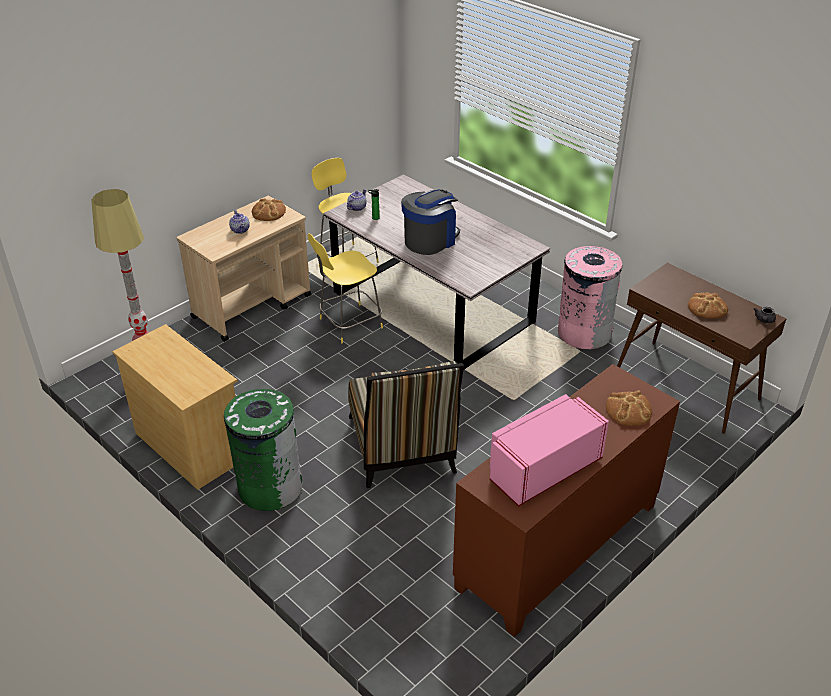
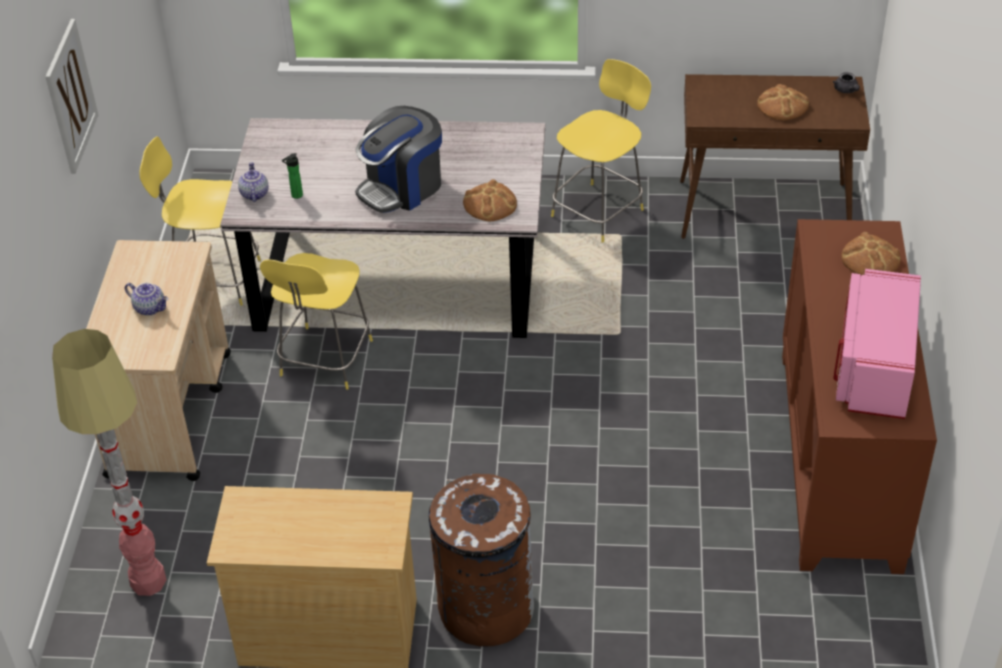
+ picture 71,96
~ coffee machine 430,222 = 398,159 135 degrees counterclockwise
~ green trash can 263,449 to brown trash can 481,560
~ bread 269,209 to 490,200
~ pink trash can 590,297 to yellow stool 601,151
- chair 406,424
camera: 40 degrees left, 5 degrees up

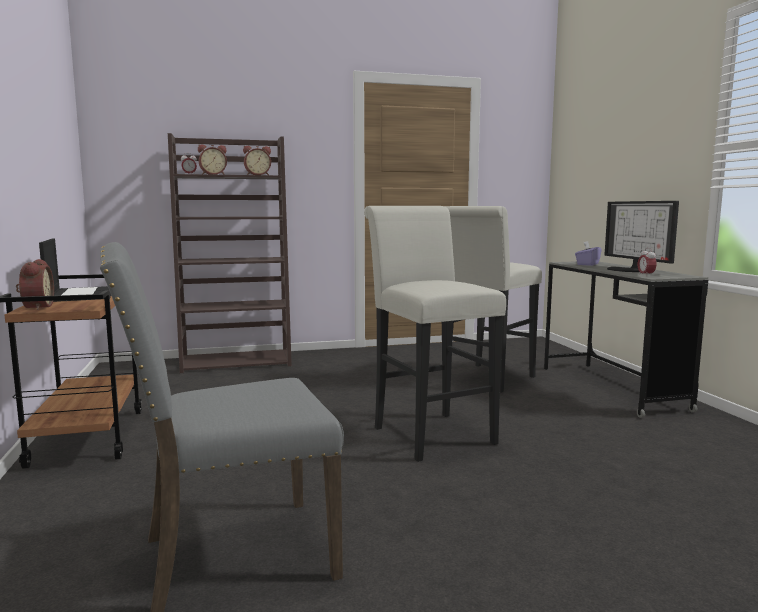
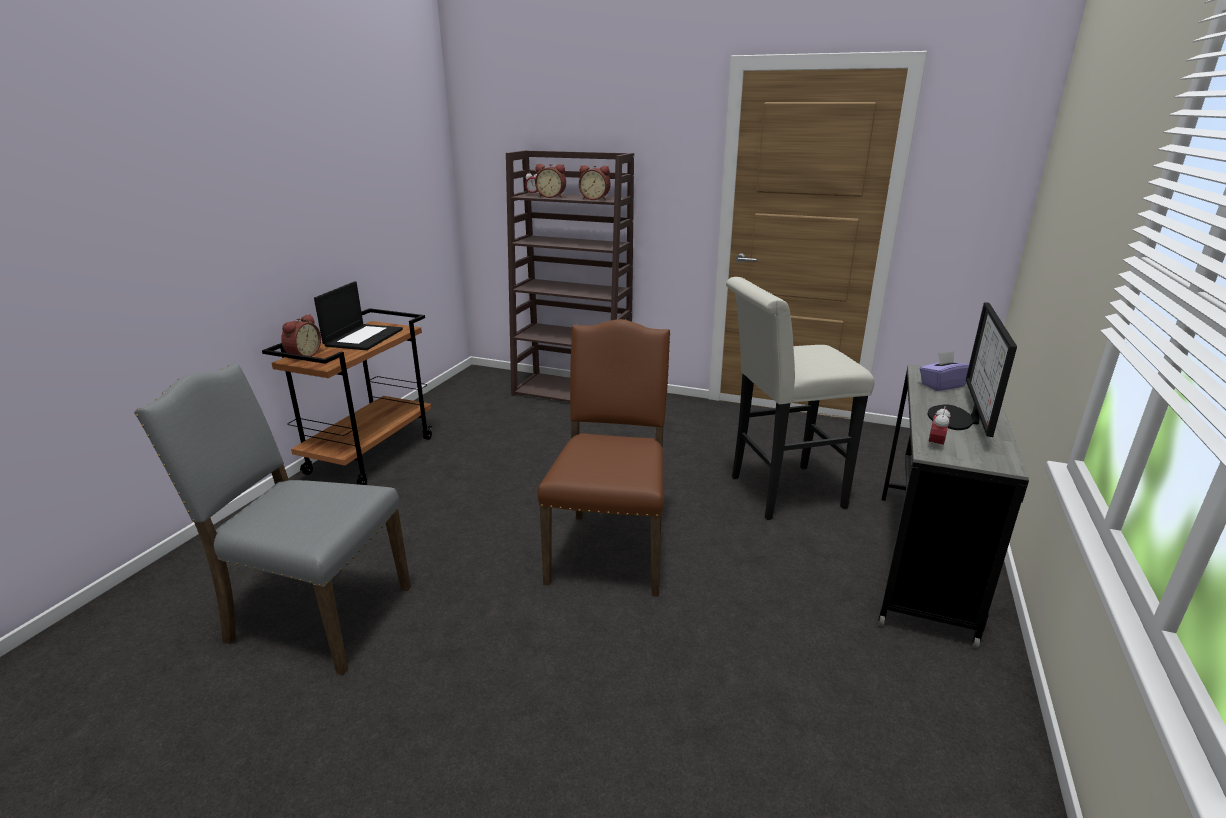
~ white stool 435,334 to brown chair 603,458
camera: 35 degrees right, 15 degrees up

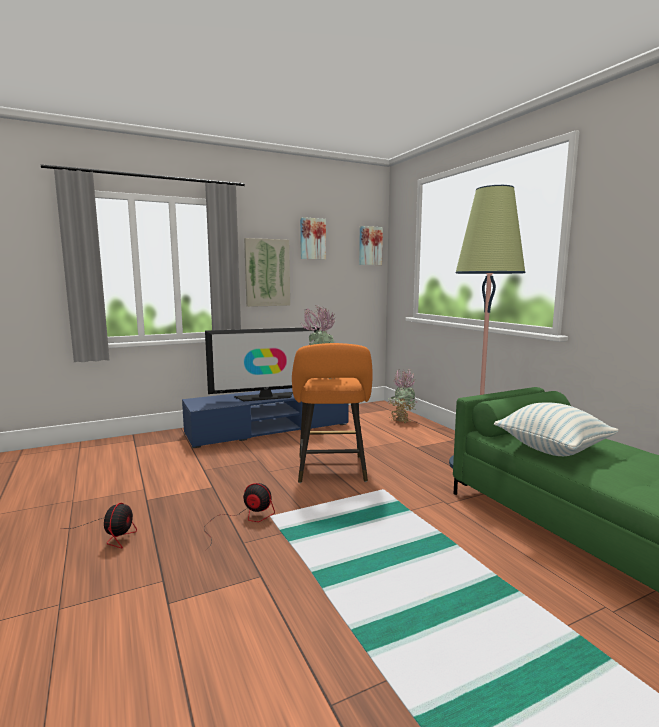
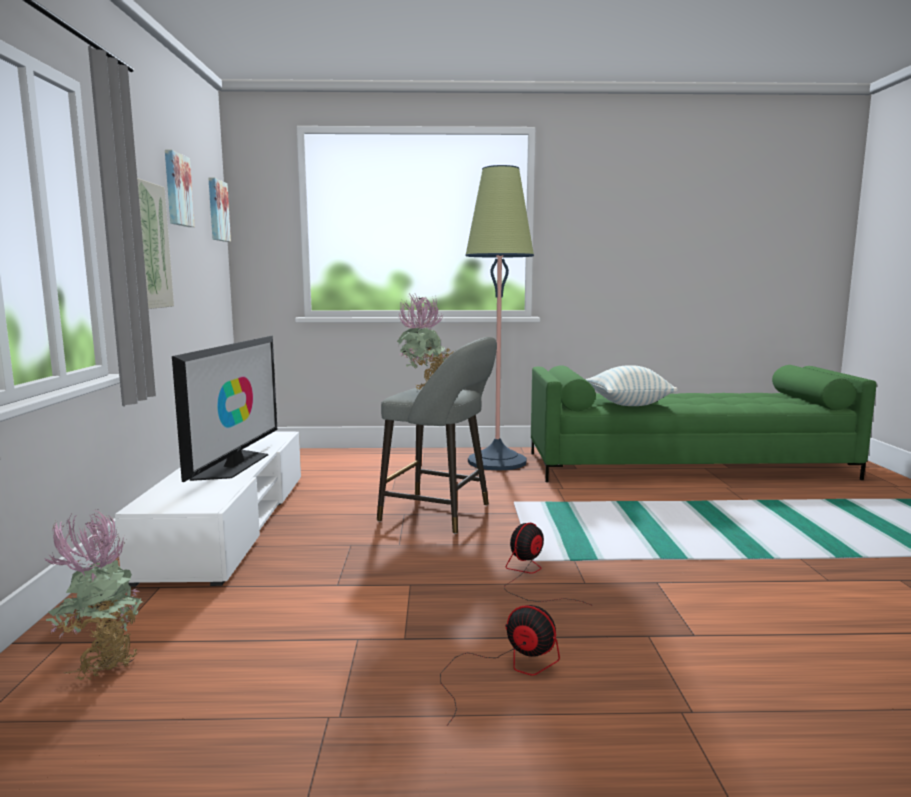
~ potted plant 402,396 to 94,594
~ blue tv stand 265,418 to white tv stand 208,509
~ orange stool 332,413 to grey stool 437,435
camera: 65 degrees left, 0 degrees up

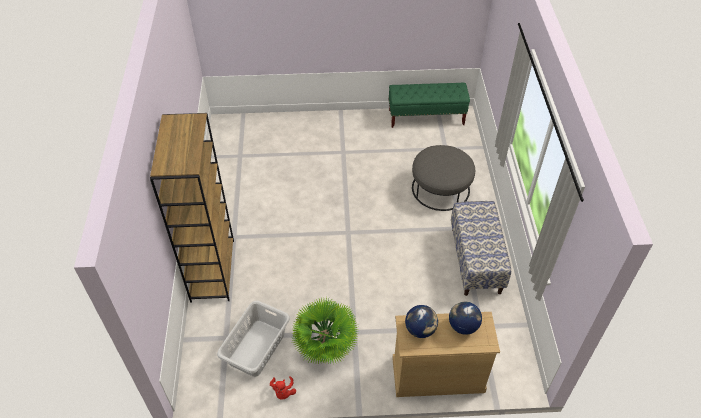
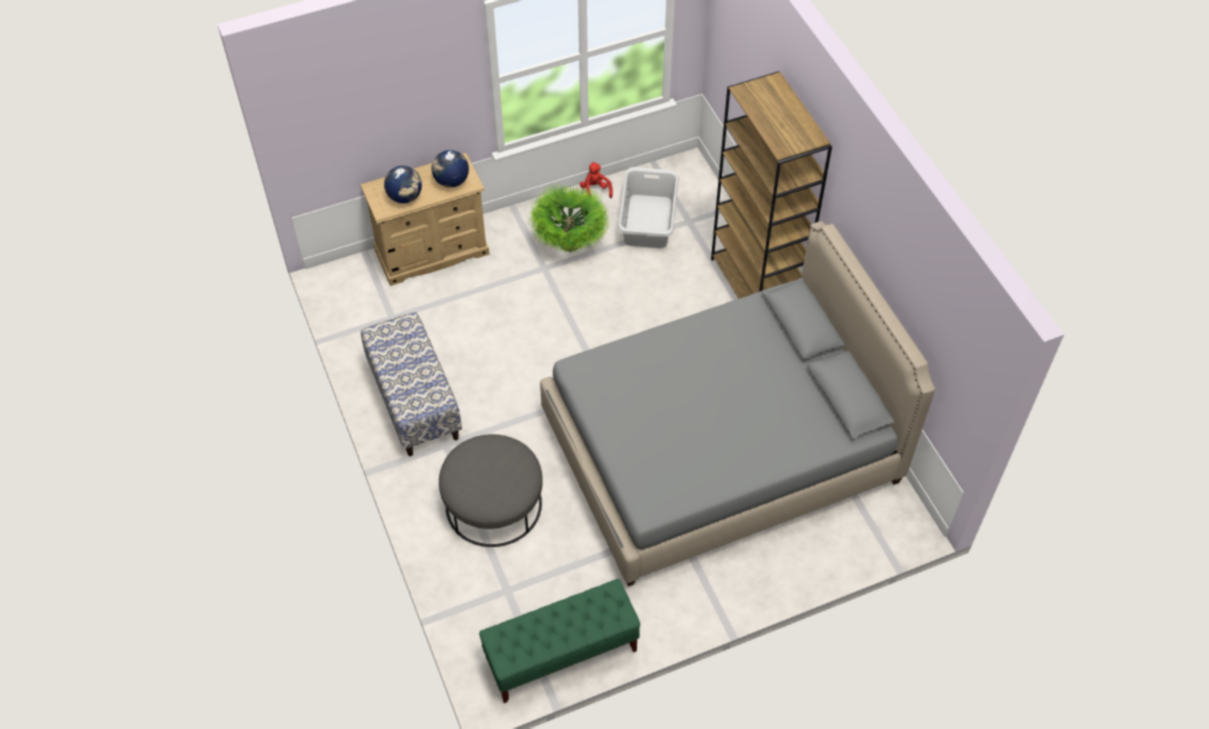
+ grey bed 737,404
camera: 160 degrees right, 5 degrees up

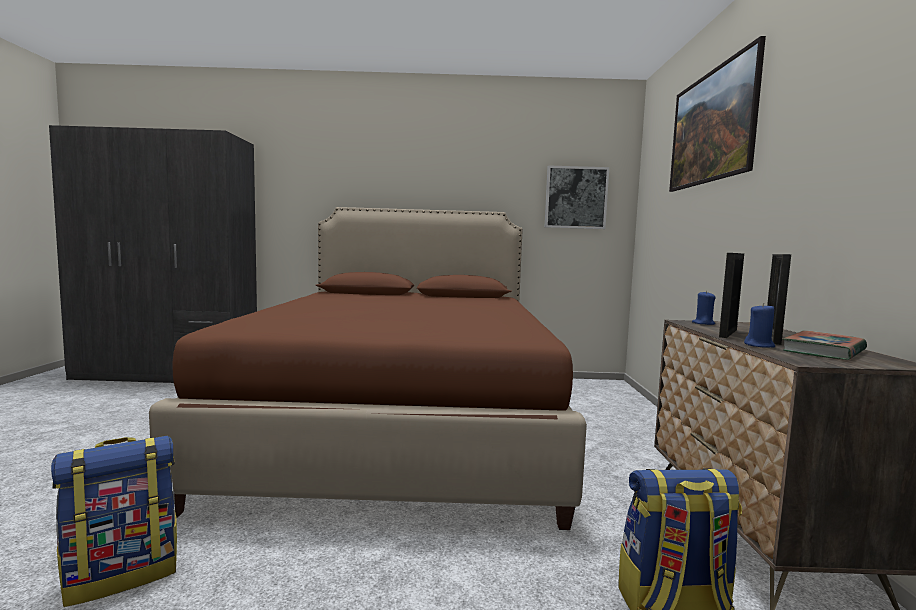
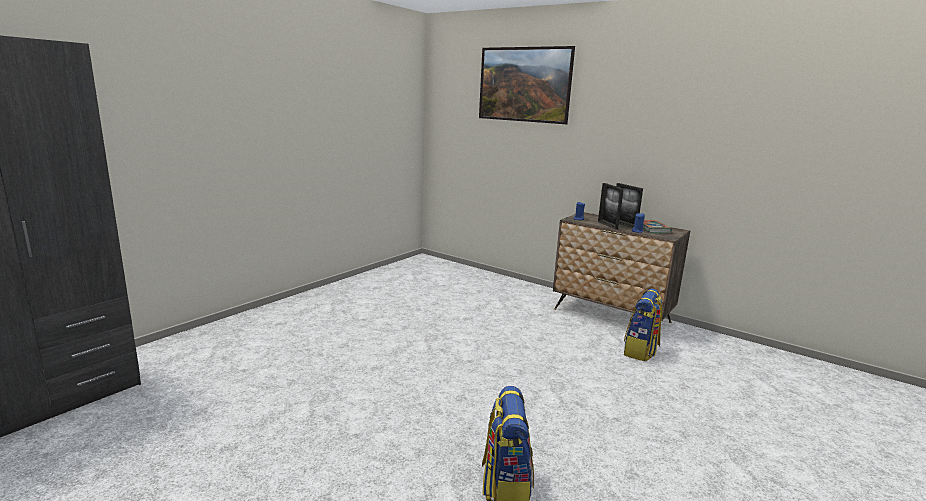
- brown bed 368,368
- picture 577,197
camera: 55 degrees left, 10 degrees up

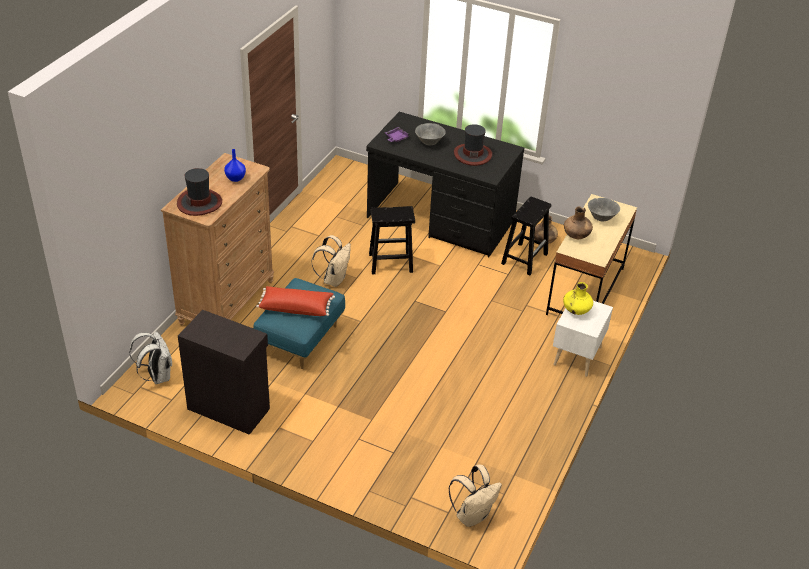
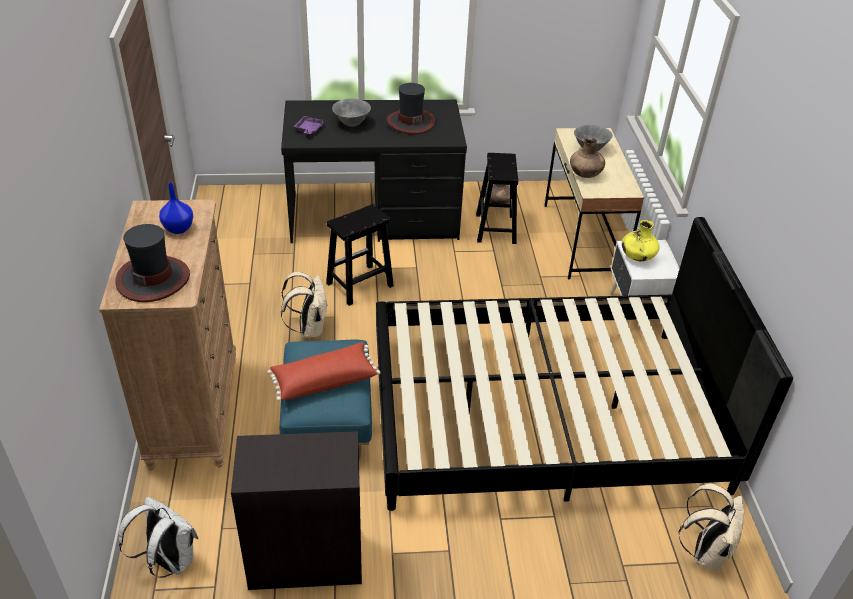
+ black bed 584,364
camera: 30 degrees left, 0 degrees up

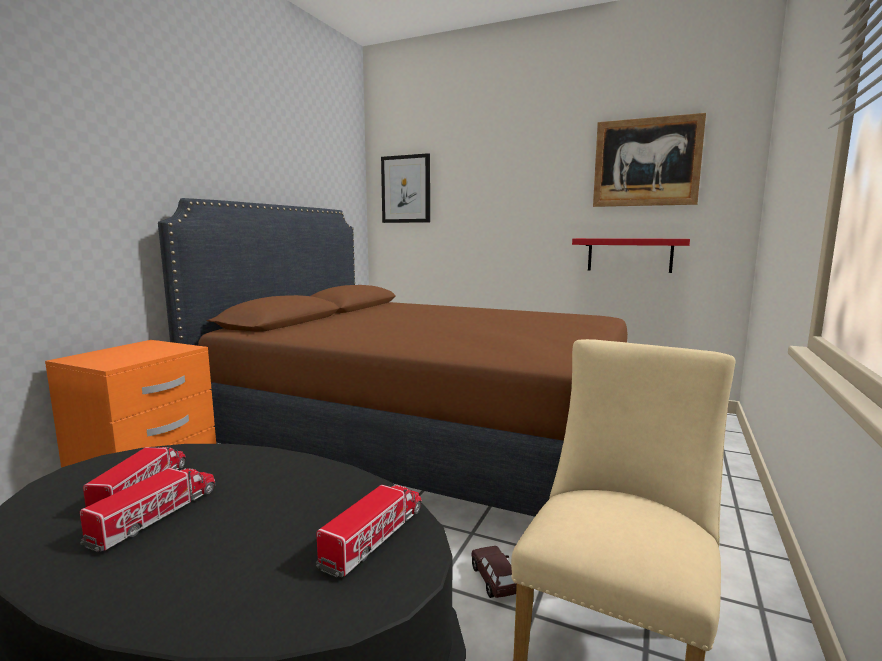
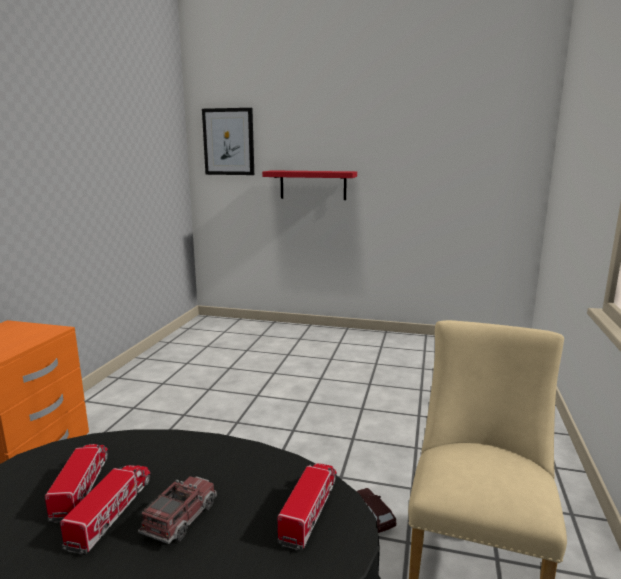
+ toy truck 177,510
~ red shelf 631,255 to 309,185
- brown bed 393,357
- picture 649,160
camera: 10 degrees left, 5 degrees up

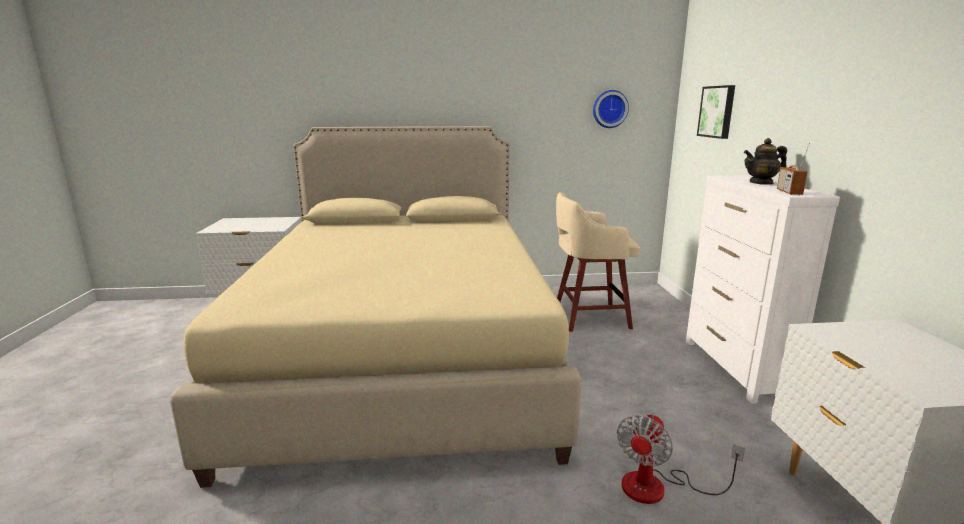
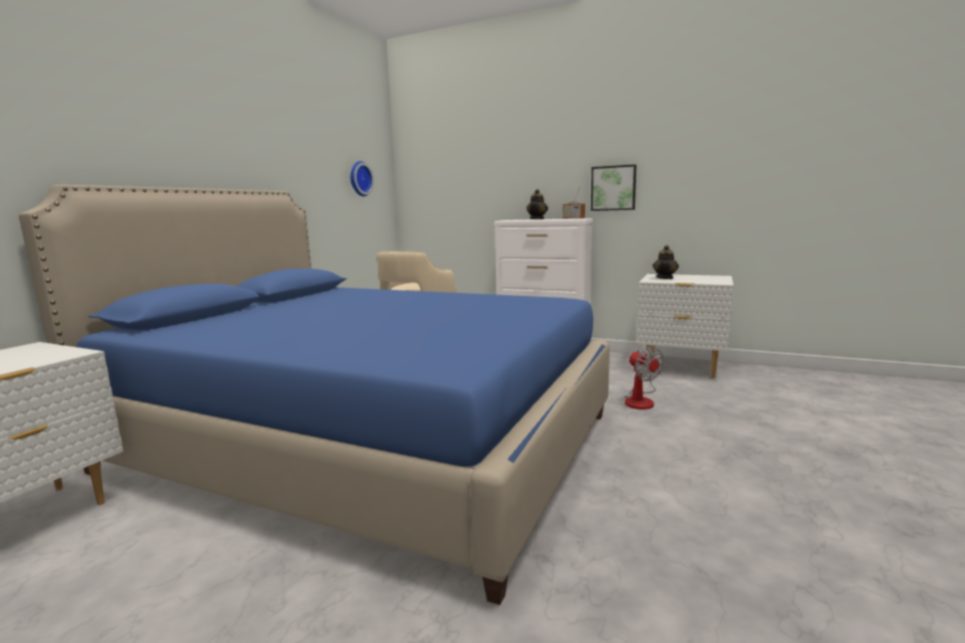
~ beige bed 376,307 to blue bed 314,395
~ picture 716,112 to 613,187
+ teapot 666,262
camera: 60 degrees left, 5 degrees down

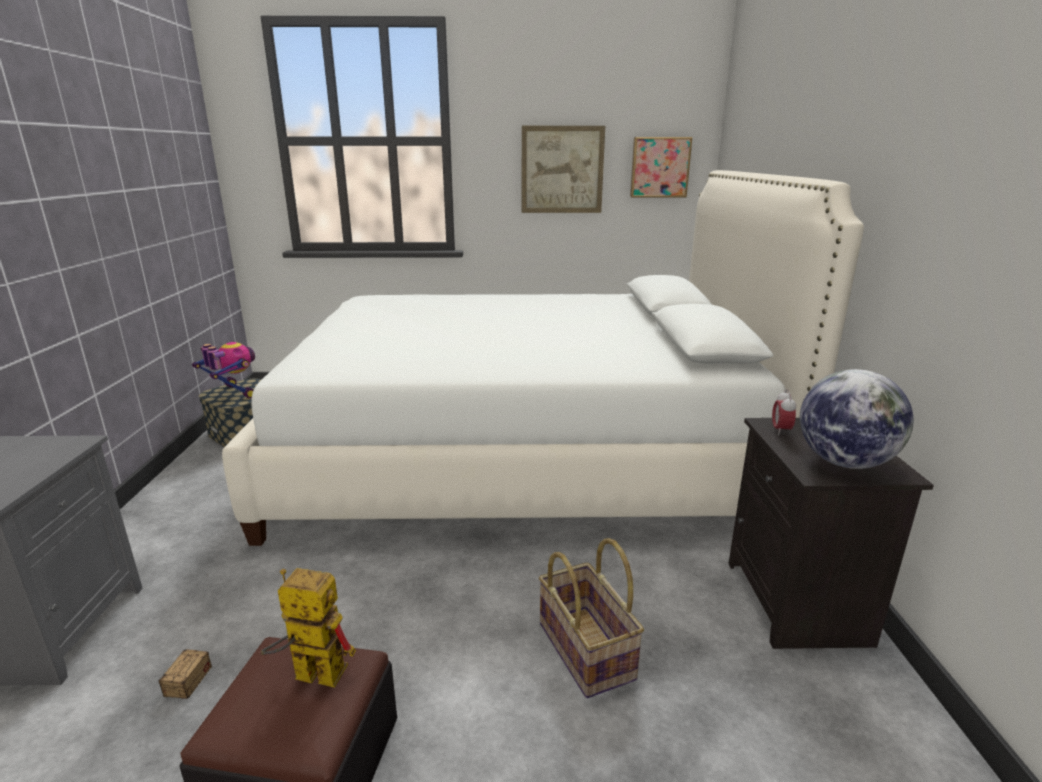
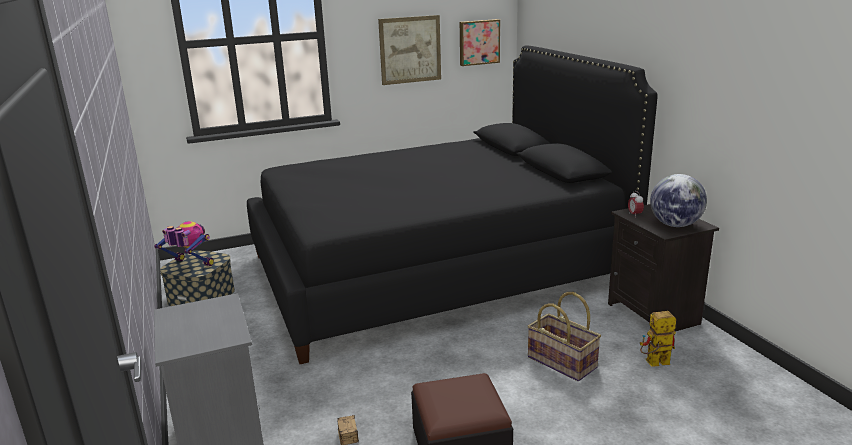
~ white bed 543,358 to black bed 452,205
~ toy robot 308,628 to 658,339
camera: 20 degrees left, 0 degrees up

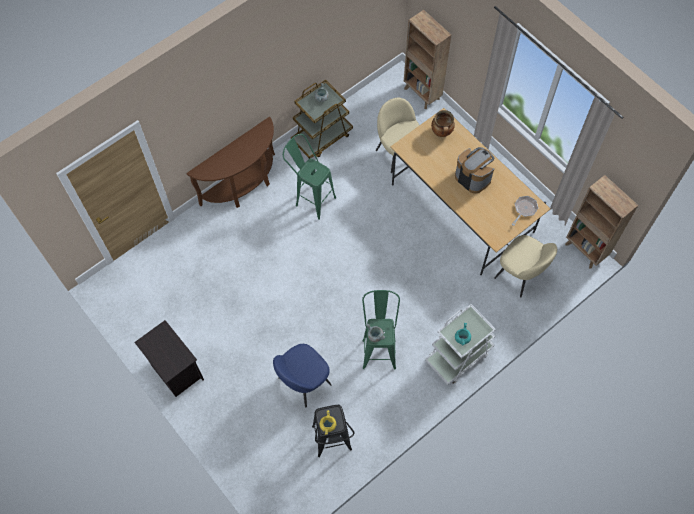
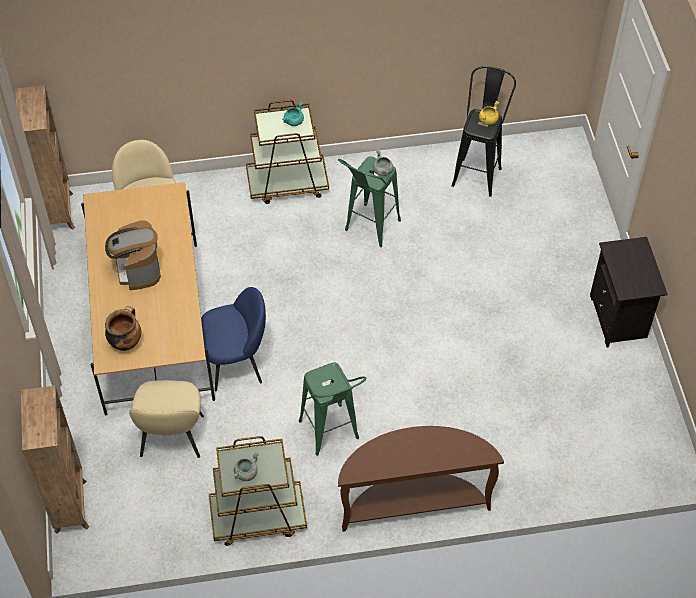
~ blue chair 302,375 to 233,339
~ white cart 460,344 to brown cart 287,152
- frying pan 525,211
camera: 150 degrees left, 10 degrees down

